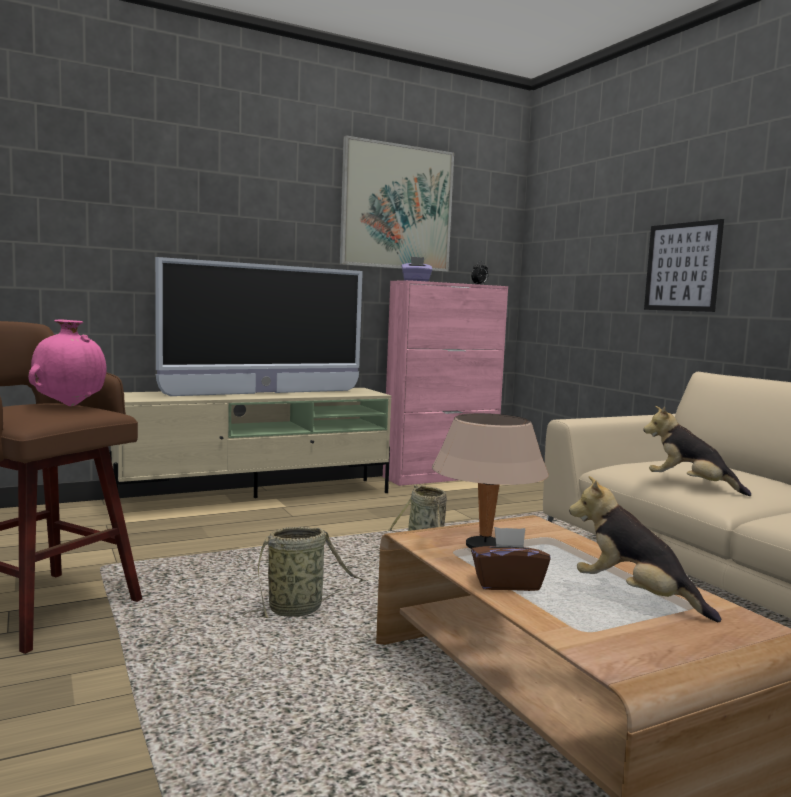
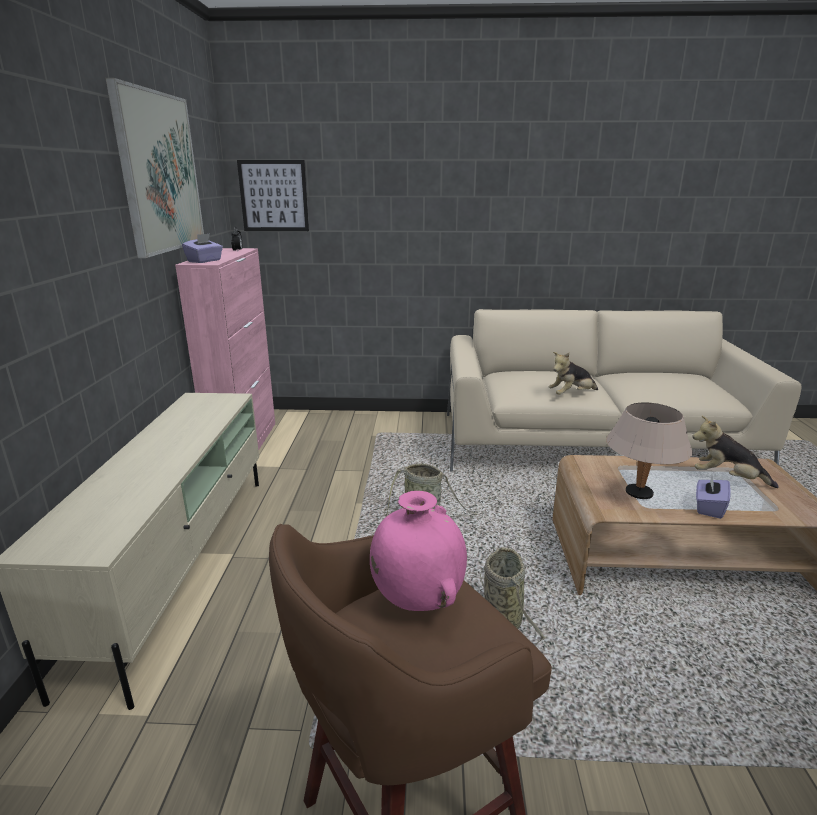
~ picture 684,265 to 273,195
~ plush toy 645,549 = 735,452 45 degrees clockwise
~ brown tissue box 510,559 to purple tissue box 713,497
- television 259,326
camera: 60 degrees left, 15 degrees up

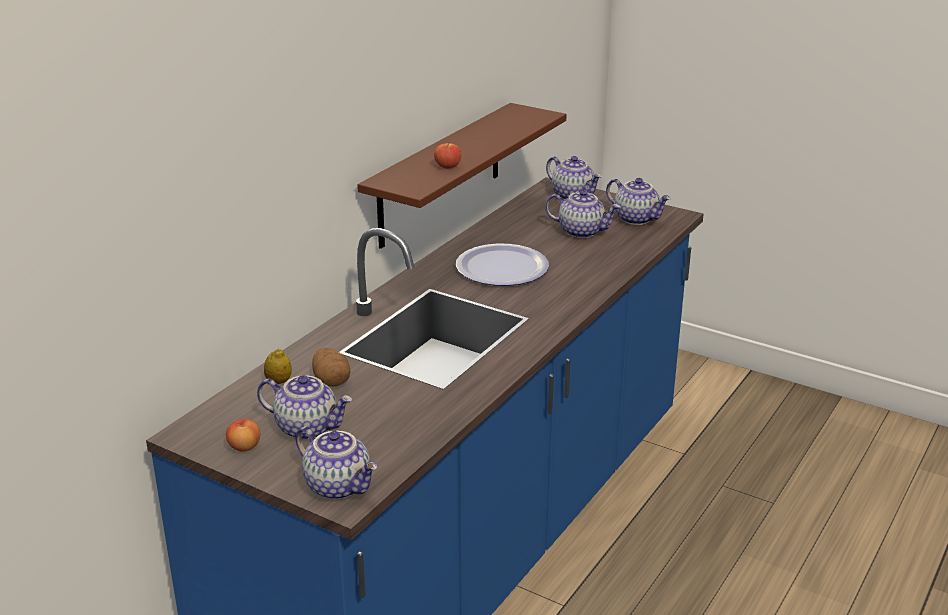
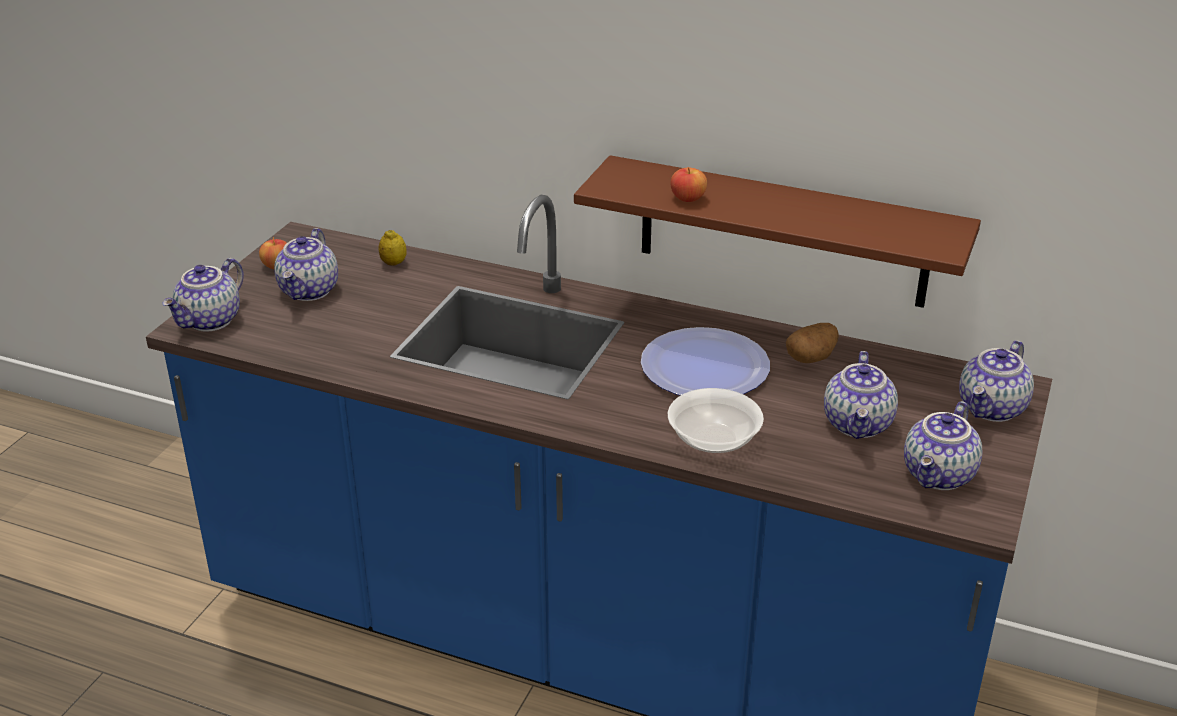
+ bowl 716,420
~ potato 331,367 to 812,343
camera: 80 degrees right, 5 degrees up

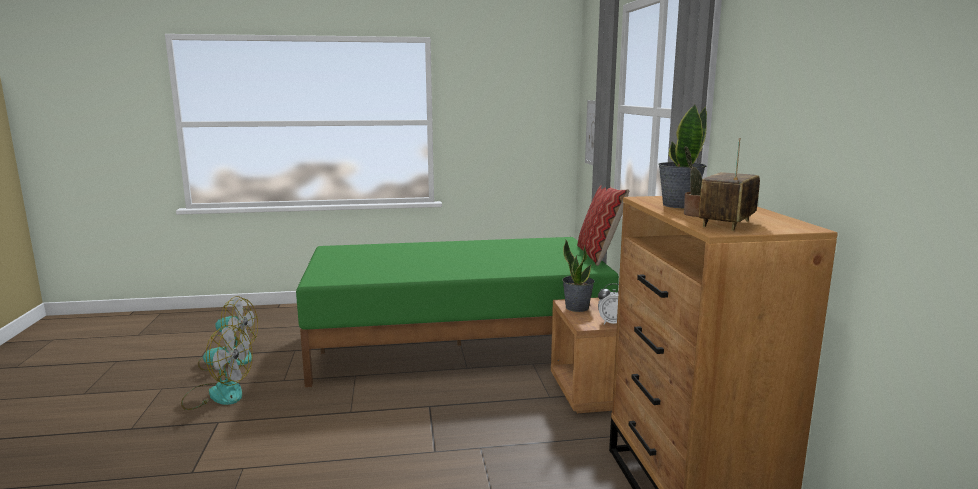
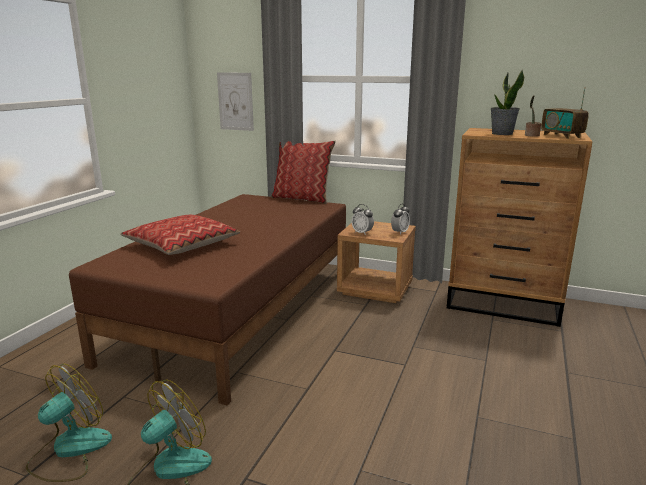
~ green bed 457,312 to brown bed 207,299
+ pillow 180,235
~ potted plant 578,276 to alarm clock 362,219
camera: 60 degrees left, 5 degrees up

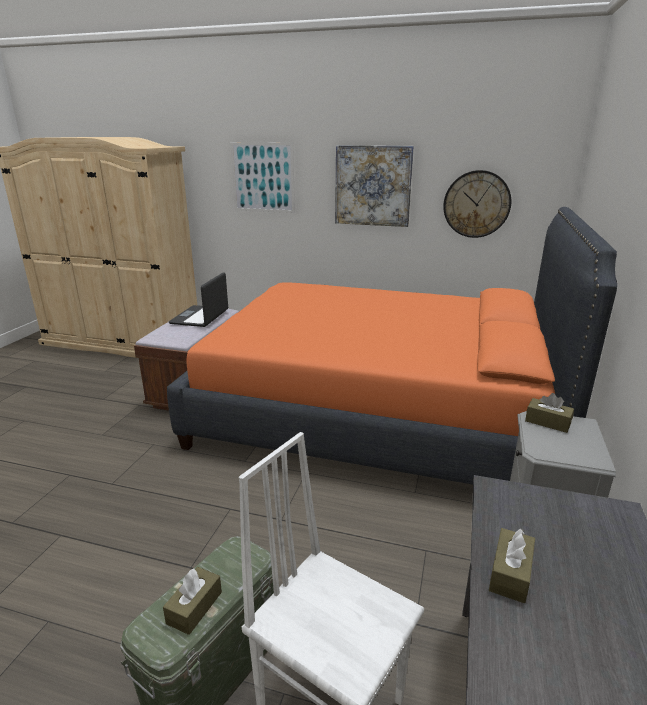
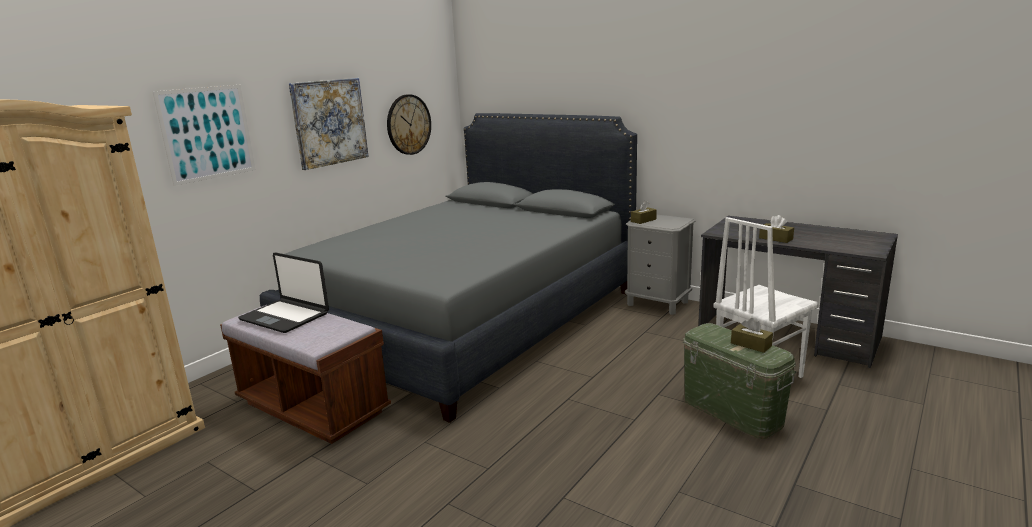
~ orange bed 392,346 to grey bed 448,268
camera: 70 degrees left, 5 degrees down

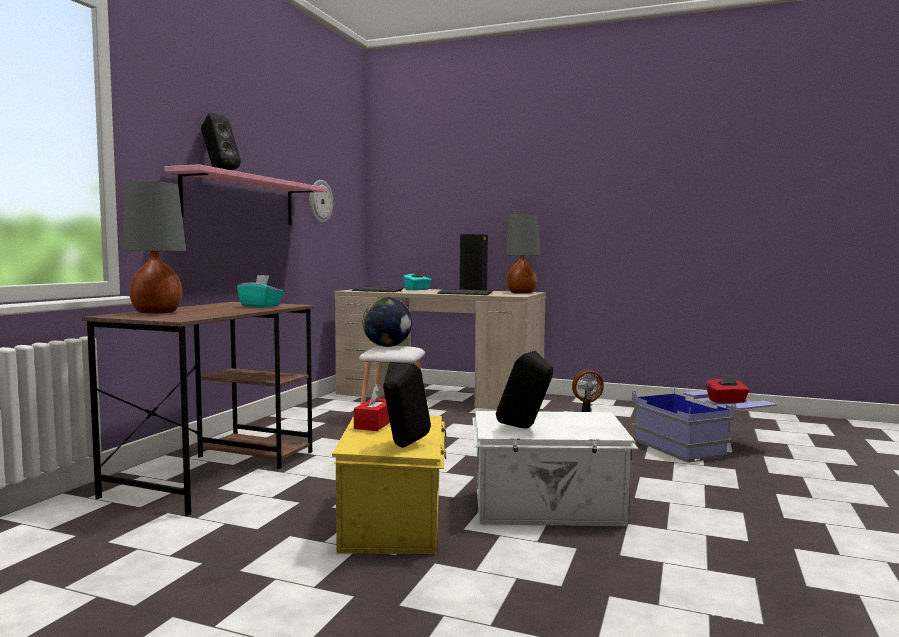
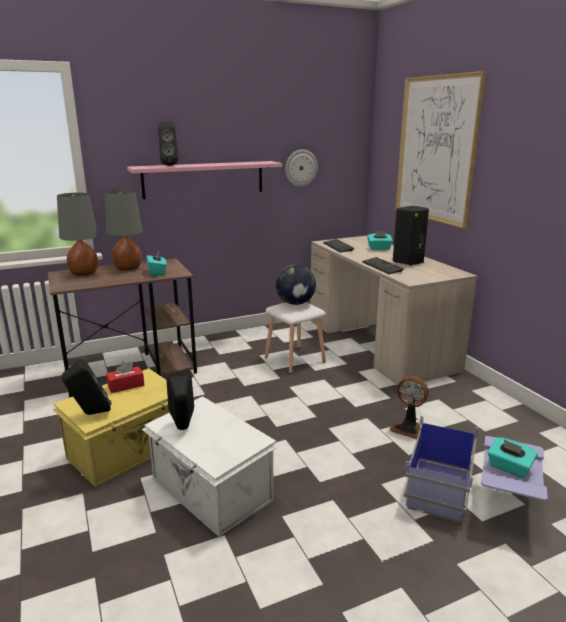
~ grey table lamp 522,253 to 124,230
+ picture 440,149
~ red tissue box 728,389 to turquoise tissue box 513,457
camera: 45 degrees right, 15 degrees up

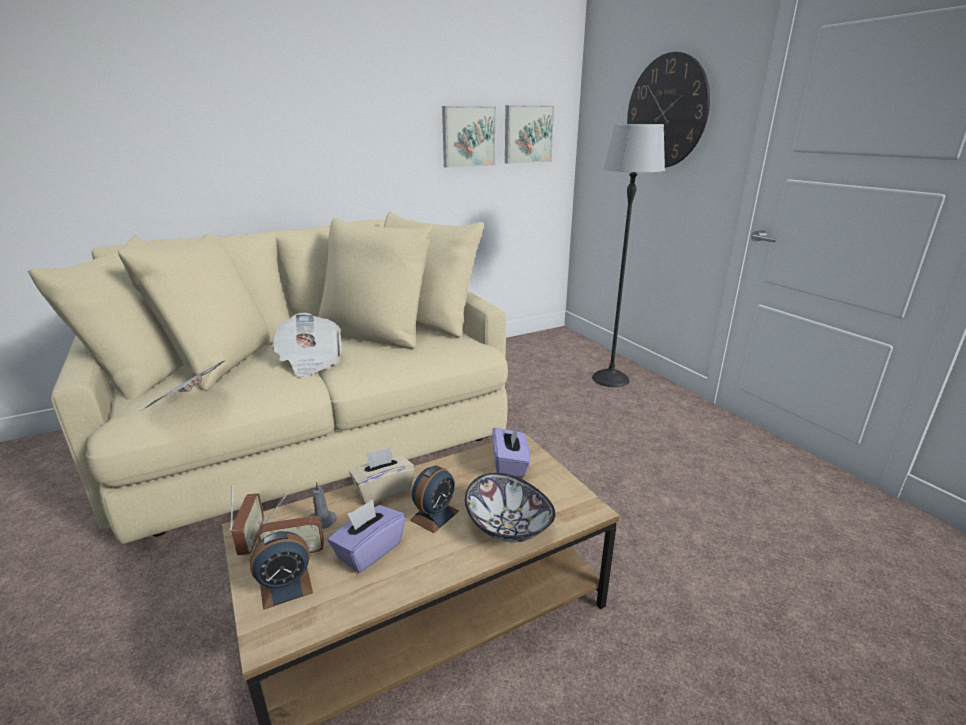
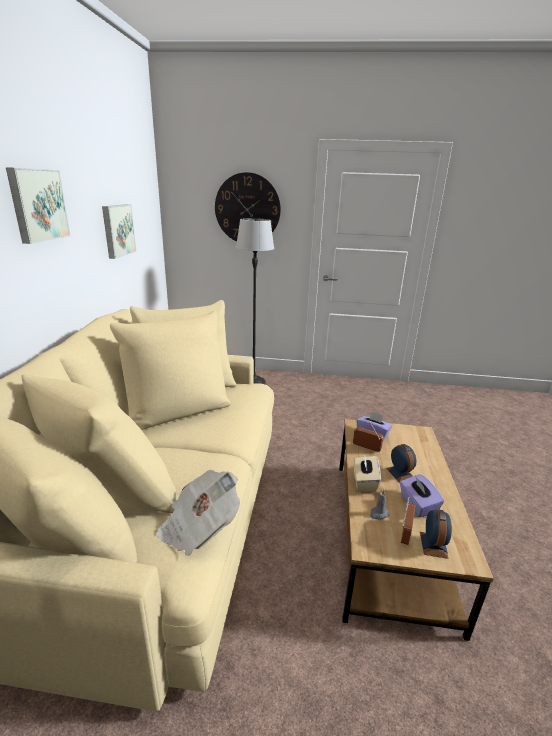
~ picture 529,134 to 38,205
~ radio 247,520 to 368,436
- newspaper 307,345
- bowl 510,507
camera: 55 degrees left, 0 degrees up

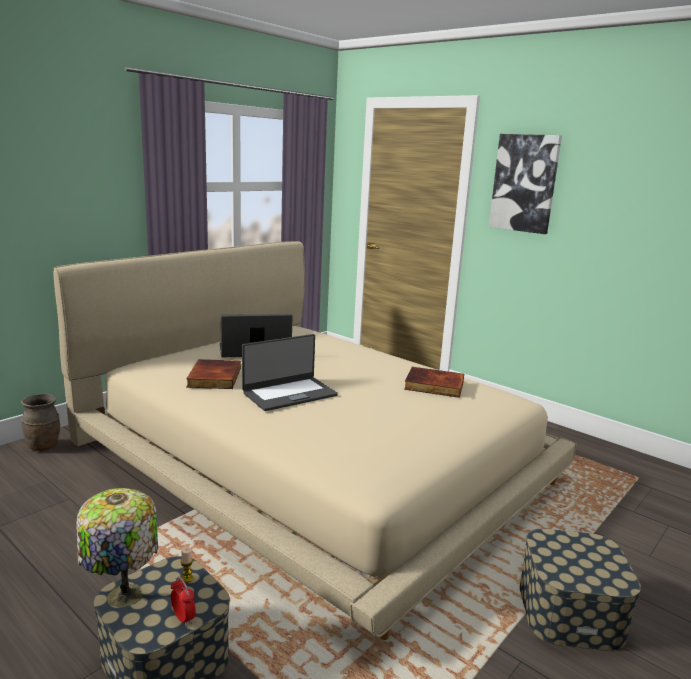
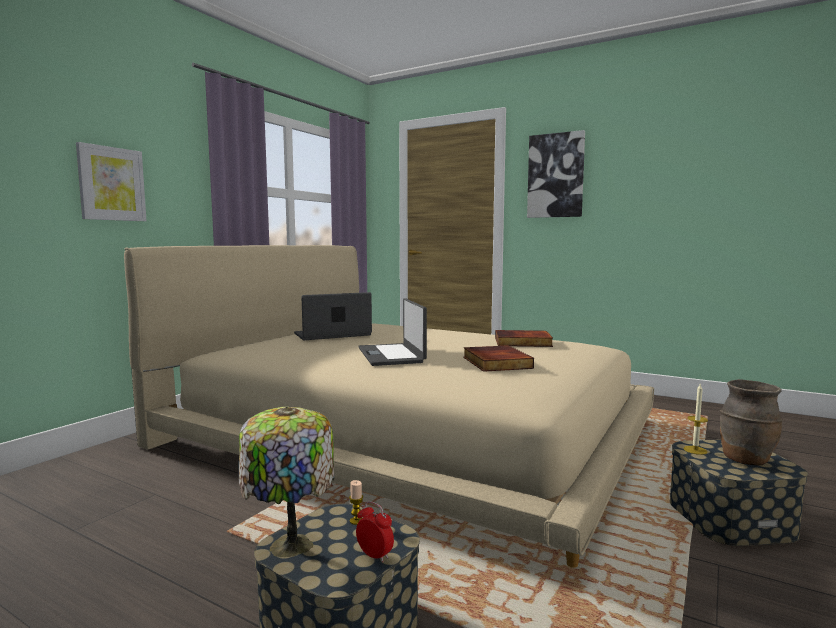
+ picture 111,181
~ laptop 290,372 = 392,332 120 degrees clockwise
~ book 213,374 to 498,358
+ candle 696,419
~ brown vase 40,422 to 751,422
camera: 10 degrees left, 10 degrees down

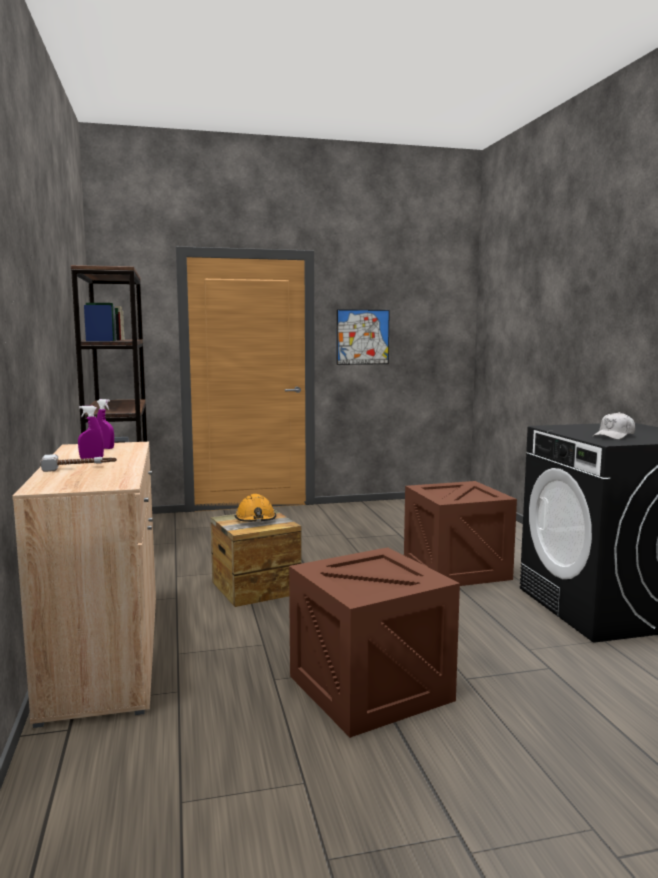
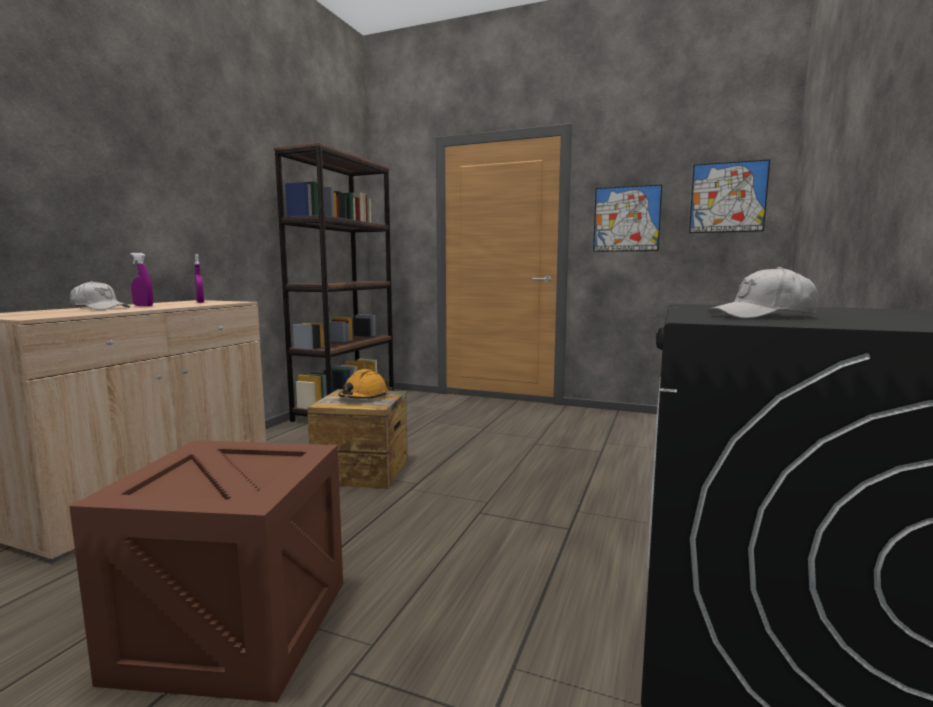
~ hammer 79,463 to white cap 100,295
+ picture 729,196
- crate 460,533
camera: 35 degrees right, 0 degrees up

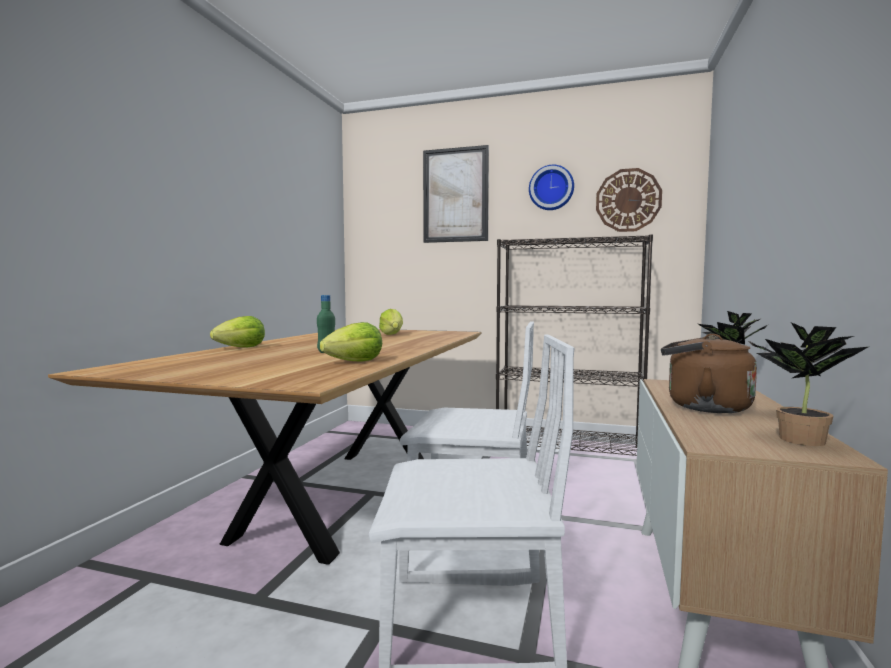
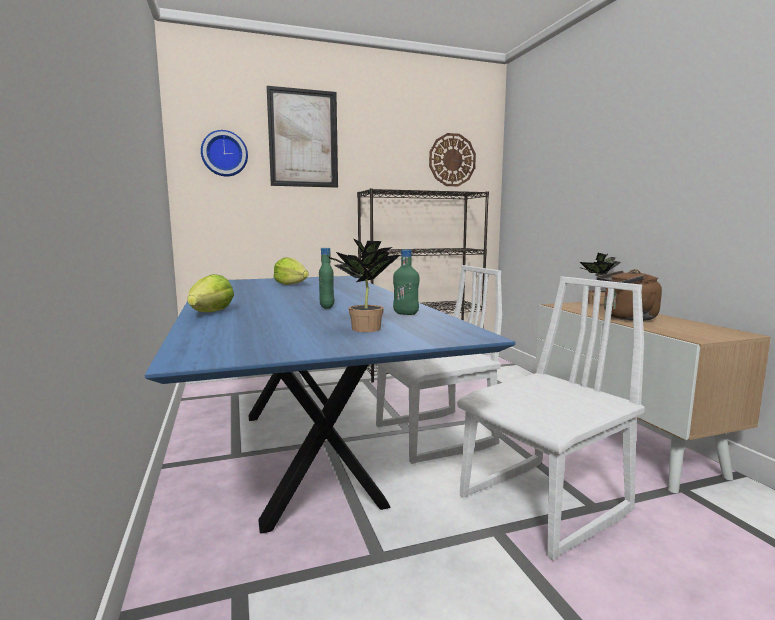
~ brown dining table 265,447 to blue dining table 330,405
~ wall clock 551,187 to 224,153
~ potted plant 808,384 to 363,285
~ lettuce 351,342 to green bottle 406,282
camera: 35 degrees left, 5 degrees up

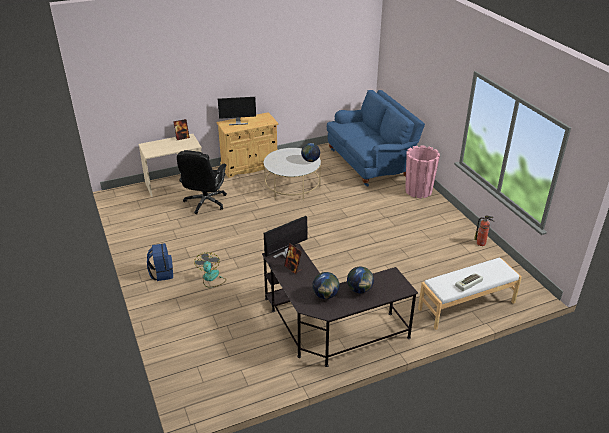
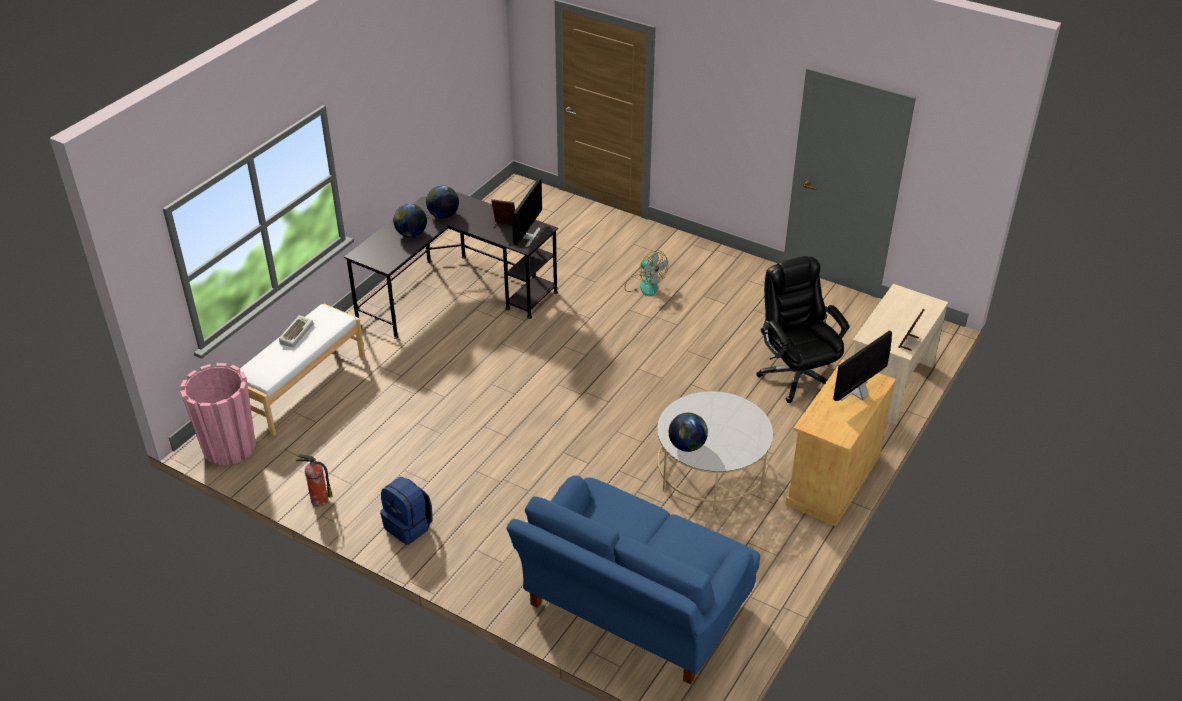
~ pink planter 422,171 to 218,414
~ blue backpack 160,262 to 406,511
camera: 145 degrees right, 5 degrees up

